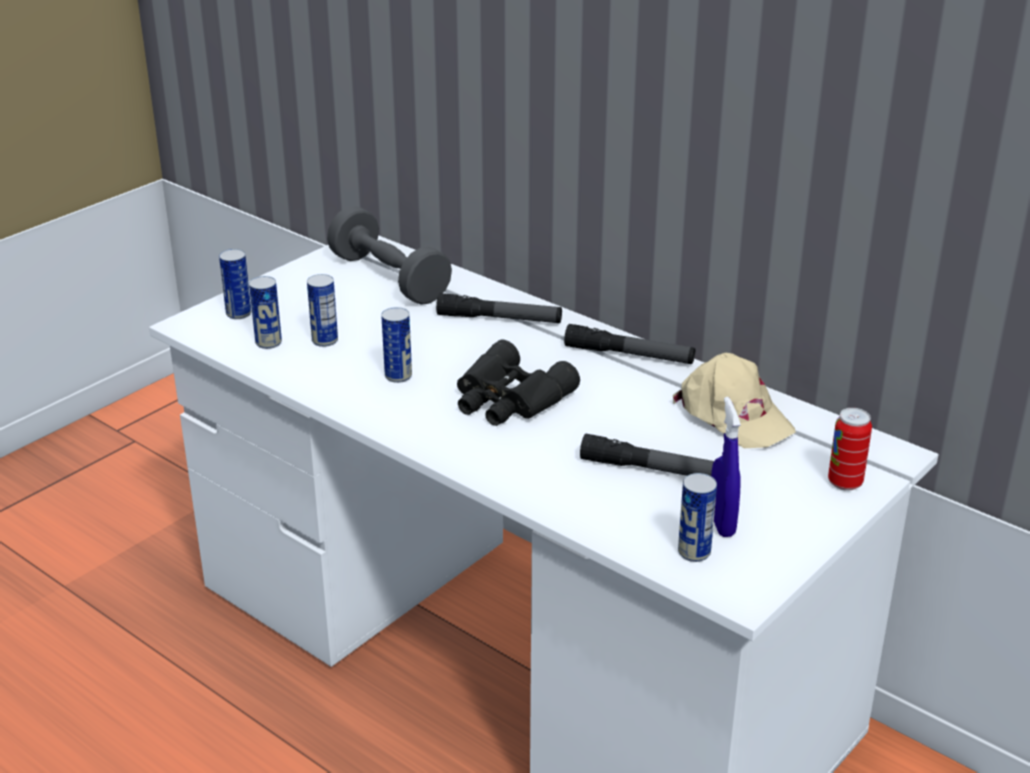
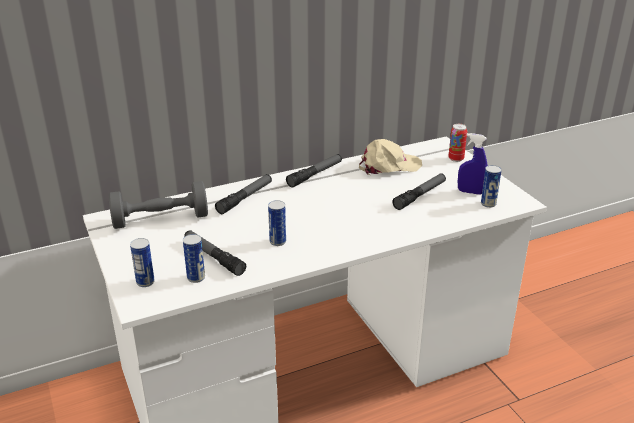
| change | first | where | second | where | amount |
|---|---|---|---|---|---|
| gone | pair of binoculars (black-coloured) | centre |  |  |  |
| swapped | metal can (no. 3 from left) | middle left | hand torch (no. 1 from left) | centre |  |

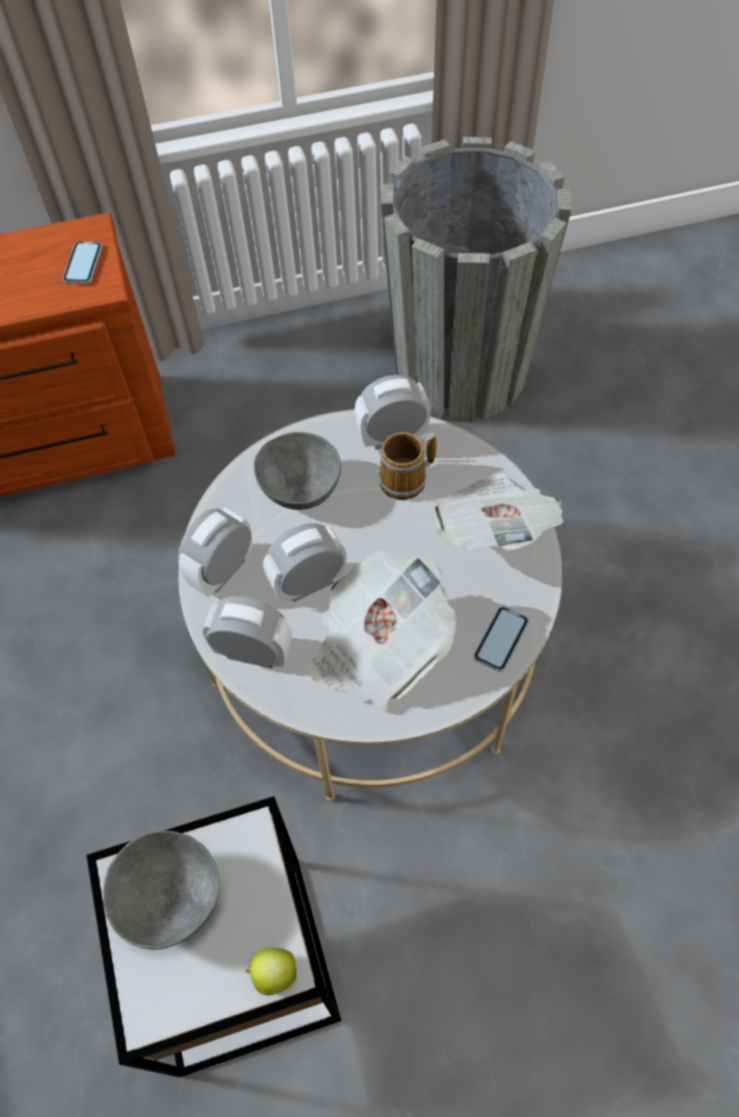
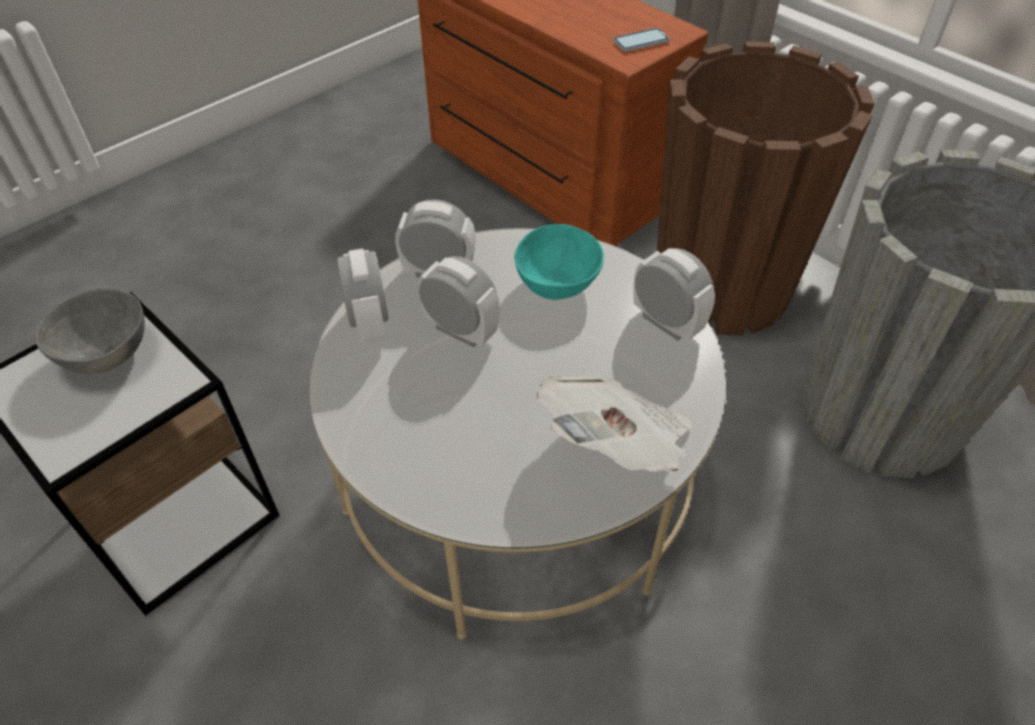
| change | first | where | second | where | amount |
|---|---|---|---|---|---|
| gone | apple fruit | bottom centre |  |  |  |
| gone | daily paper (no. 1 from left) | centre |  |  |  |
| gone | tea mug | centre |  |  |  |
| gone | telephone (no. 2 from left) | middle right |  |  |  |
| new |  |  | flower pot (brown) | top right |  |
| repainted | bowl (greyish) (no. 2 from left) | centre | bowl (turquoise-coloured) | centre |  |

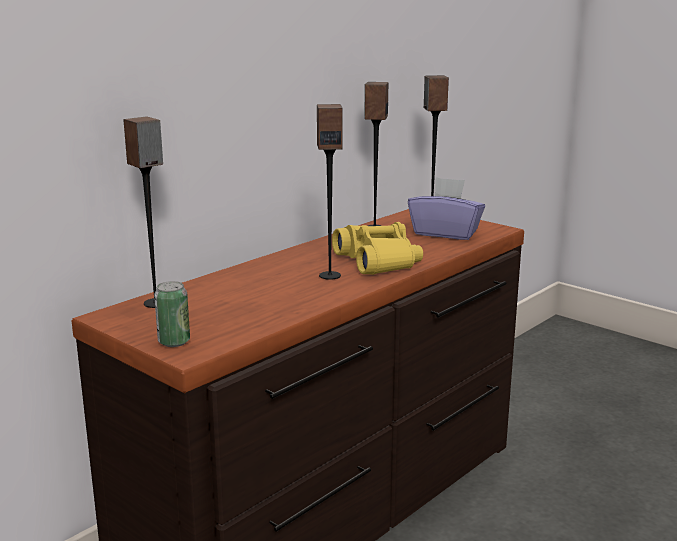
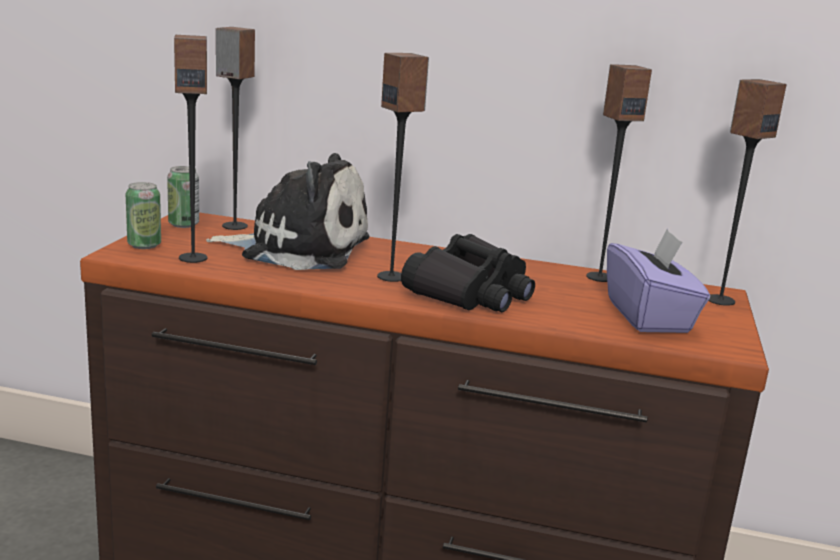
| change | first | where | second | where | amount |
|---|---|---|---|---|---|
| new |  |  | metal can (no. 2 from left) | middle left |  |
| new |  |  | loudspeaker (no. 1 from left) | top left |  |
| new |  |  | soft toy | centre |  |
| repainted | pair of binoculars (yellow) | centre | pair of binoculars (black-coloured) | centre |  |

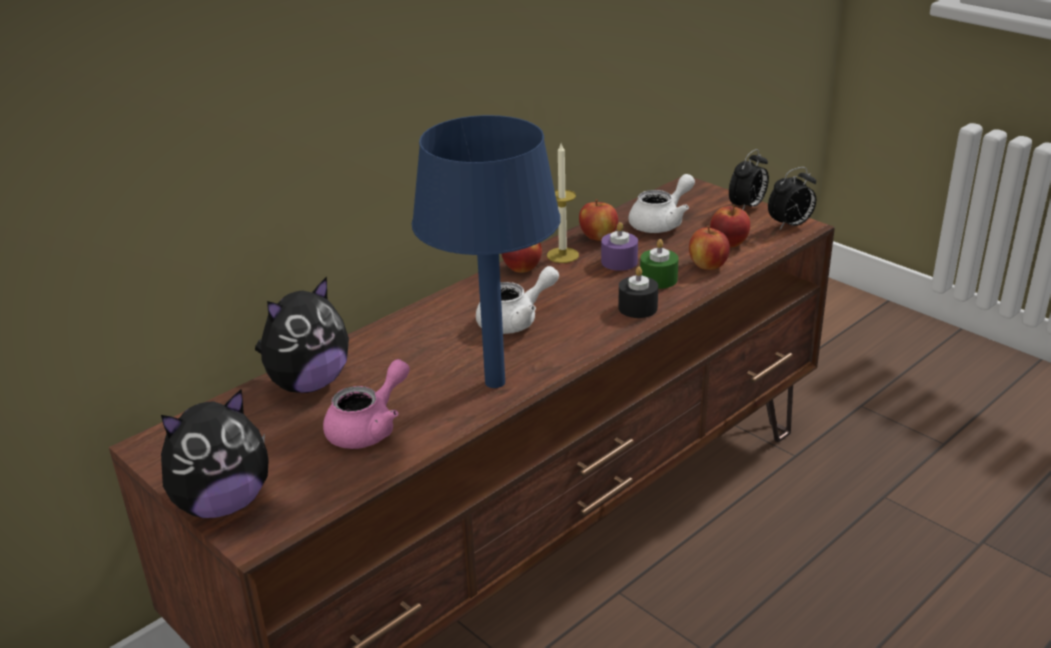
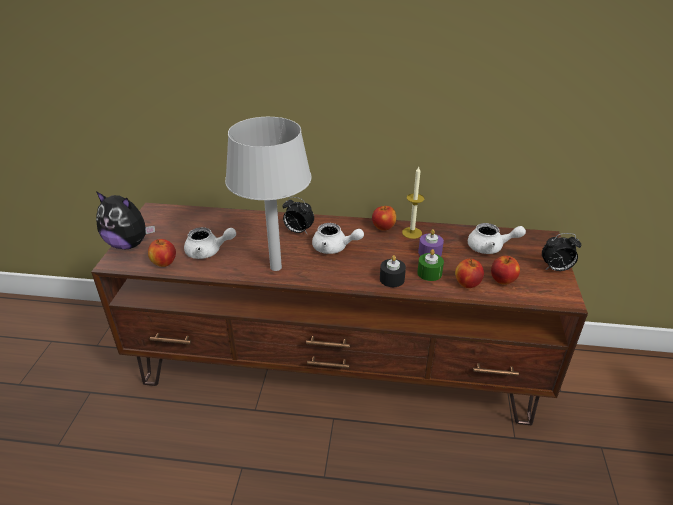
| change | first | where | second | where | amount |
|---|---|---|---|---|---|
| gone | soft toy (no. 2 from left) | middle left |  |  |  |
| shifted | apple fruit (no. 2 from left in the first image) | centre | apple fruit (no. 1 from left) | middle left |  |
| shifted | bedside clock (no. 2 from left in the first image) | top right | bedside clock (no. 1 from left) | centre |  |
| repainted | tea pot (pink-coloured) | centre | tea pot (white) (no. 1 from left) | middle left |  |
| repainted | lamp for a table (bluish) | centre | lamp for a table (greyish) | centre |  |

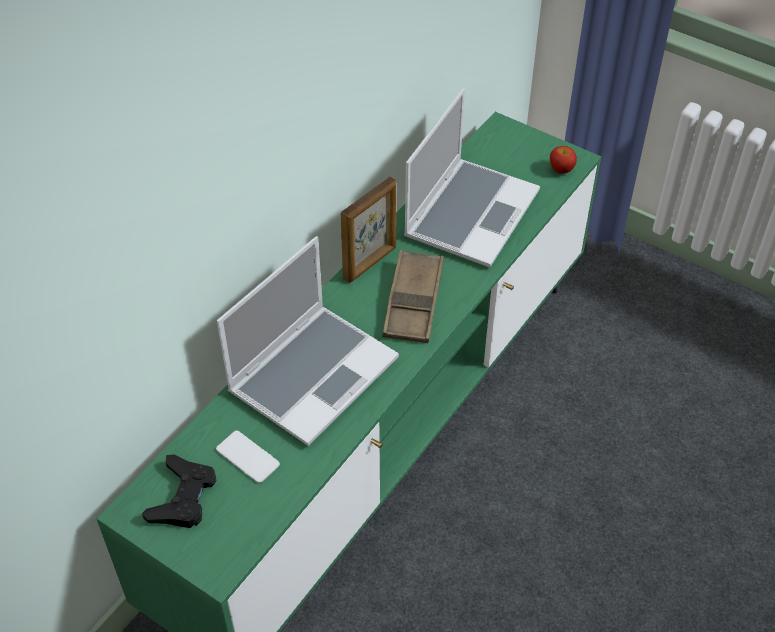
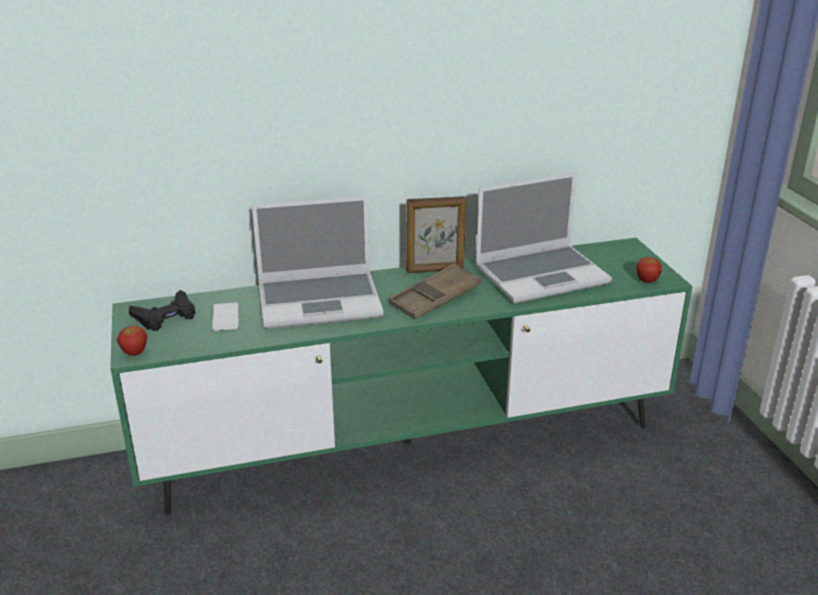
| change | first | where | second | where | amount |
|---|---|---|---|---|---|
| new |  |  | apple fruit (no. 1 from left) | middle left |  |

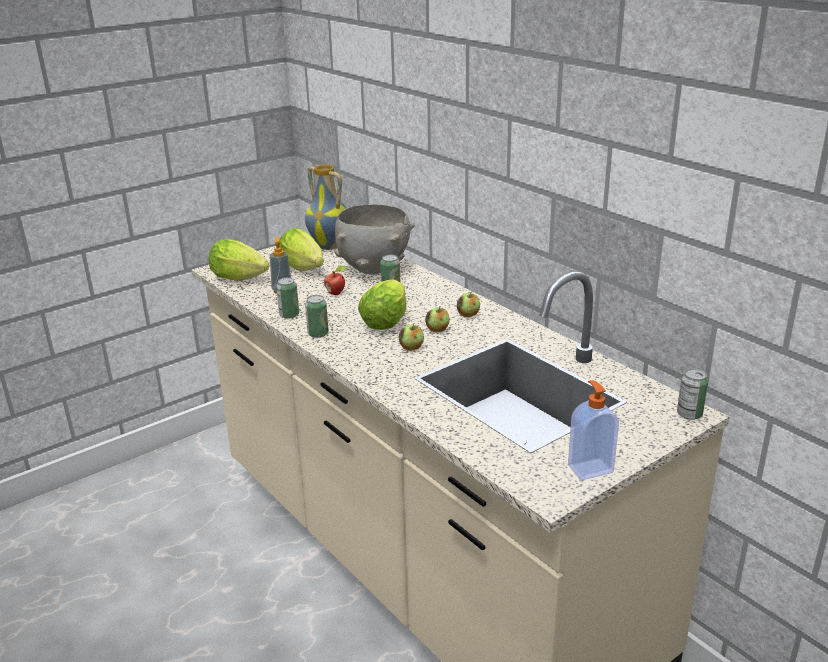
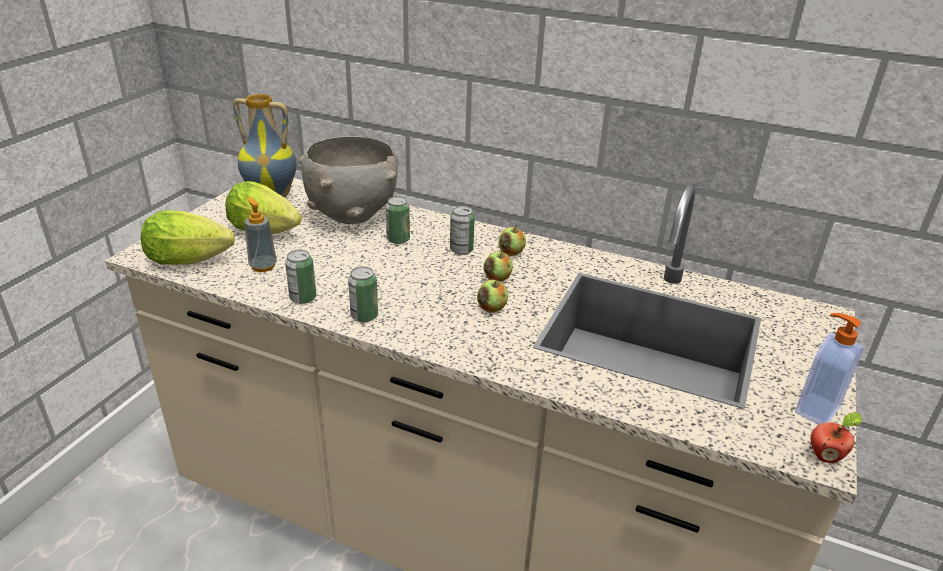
| change | first | where | second | where | amount |
|---|---|---|---|---|---|
| gone | lettuce (no. 3 from left) | centre |  |  |  |
| shifted | apple fruit (no. 1 from left in the first image) | centre | apple fruit (no. 4 from left) | bottom right |  |
| shifted | metal can (no. 4 from left) | middle right |  | centre |  |

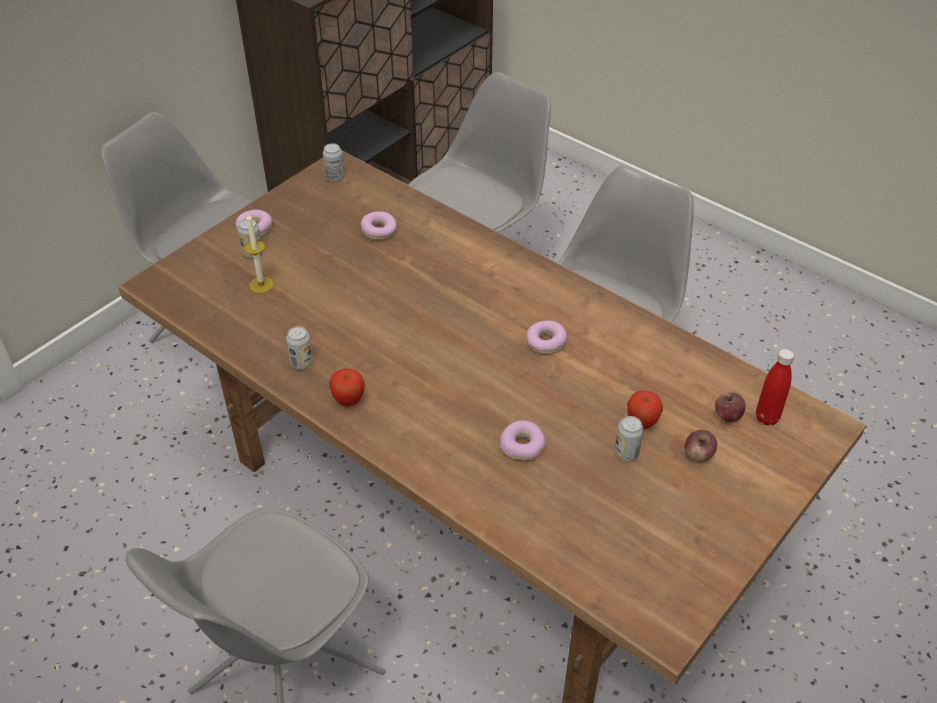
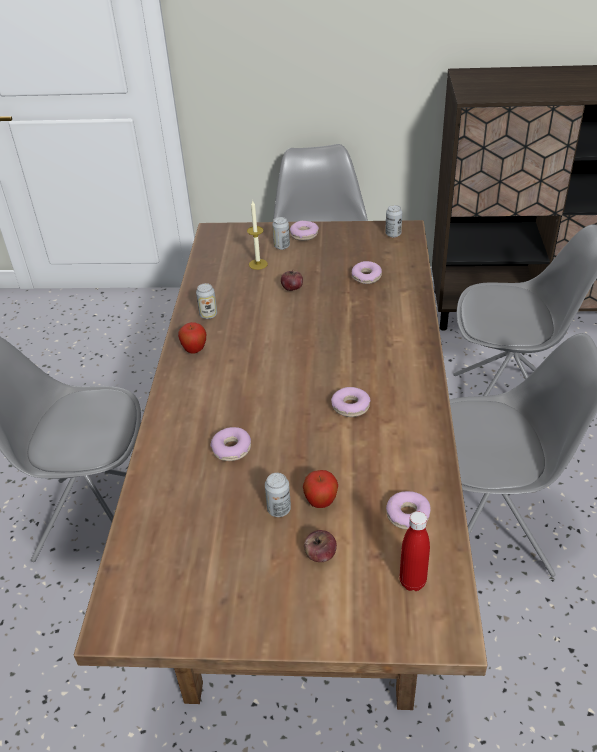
| change | first | where | second | where | amount |
|---|---|---|---|---|---|
| new |  |  | ring doughnut (no. 5 from left) | bottom right |  |
| shifted | apple fruit (no. 4 from left in the first image) | middle right | apple fruit (no. 2 from left) | centre |  |

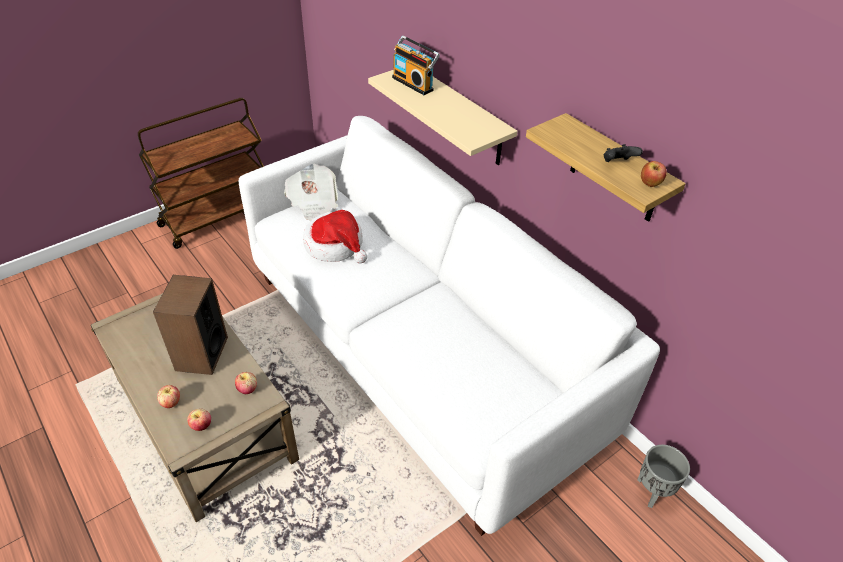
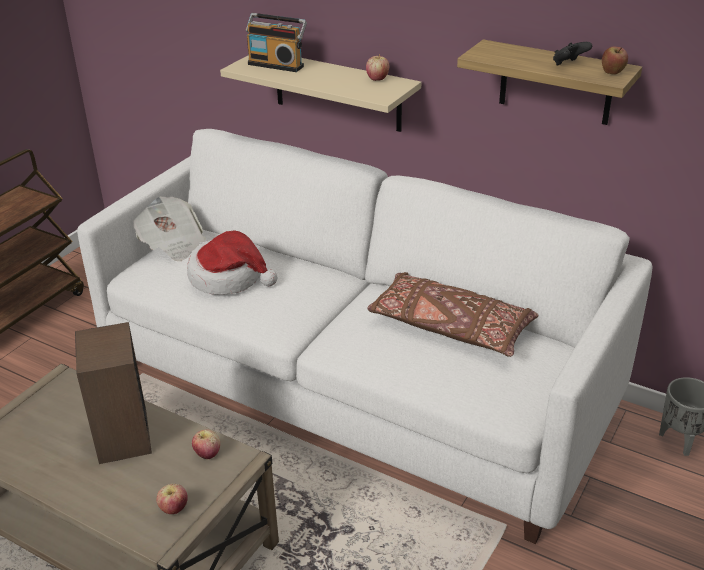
| change | first | where | second | where | amount |
|---|---|---|---|---|---|
| new |  |  | throw pillow (brown) | centre |  |
| shifted | apple fruit (no. 1 from left in the first image) | bottom left | apple fruit (no. 3 from left) | top centre |  |

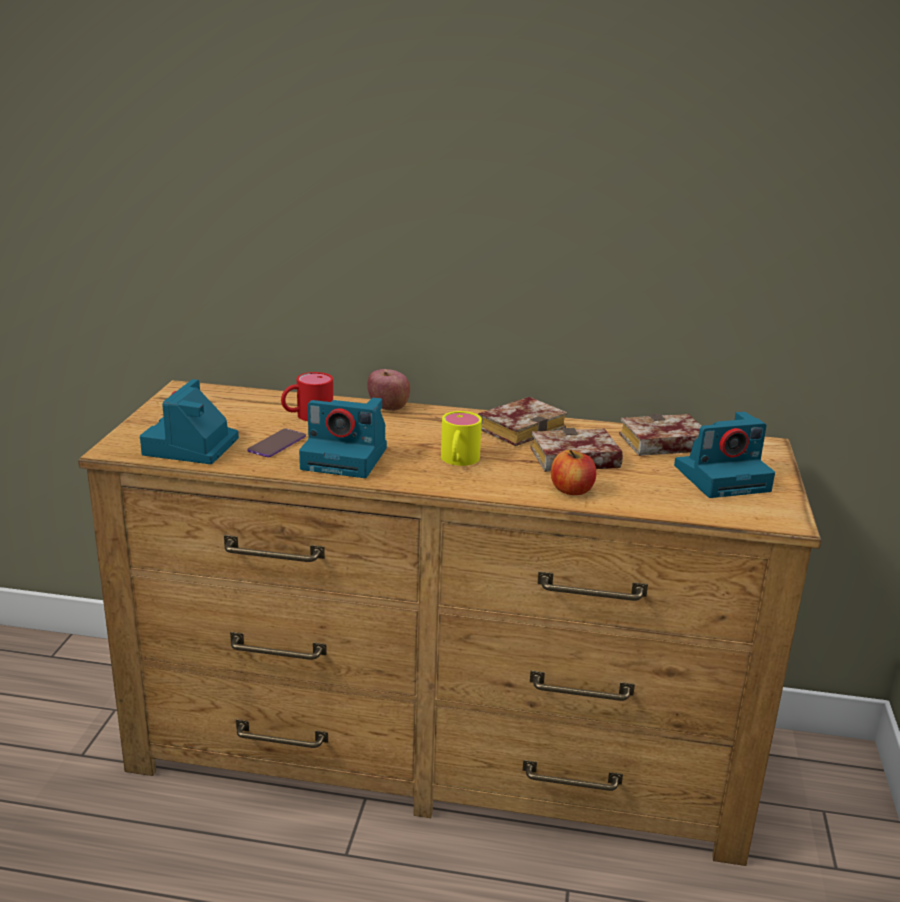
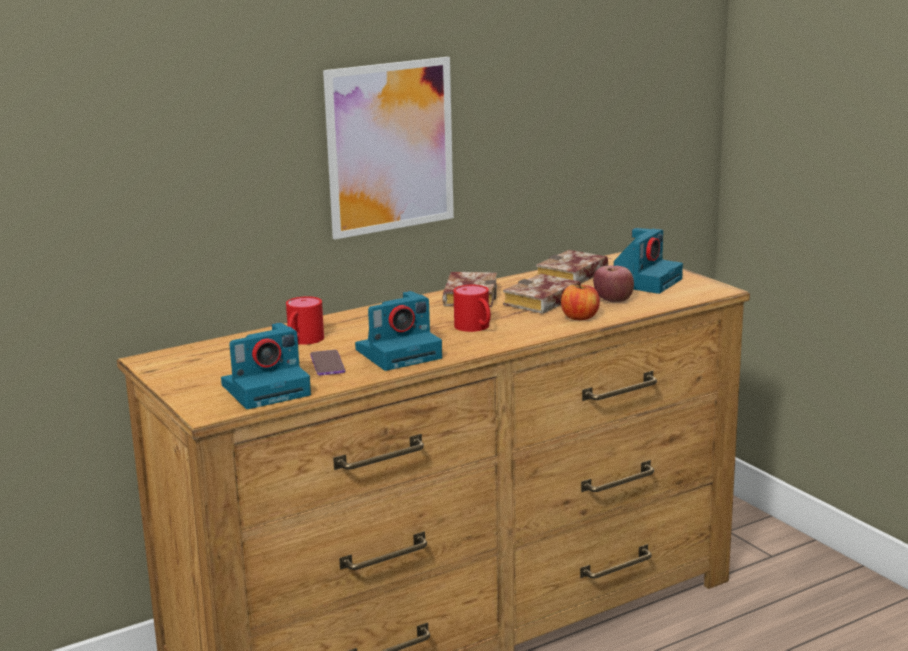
| change | first | where | second | where | amount |
|---|---|---|---|---|---|
| new |  |  | picture | top centre |  |
| shifted | apple fruit (no. 1 from left in the first image) | centre | apple fruit (no. 2 from left) | middle right |  |
| repainted | tea mug (yellow) | centre | tea mug (red-coloured) (no. 2 from left) | centre |  |
| rotated | still camera (no. 1 from left) | middle left |  | middle left | 90 degrees counterclockwise |

